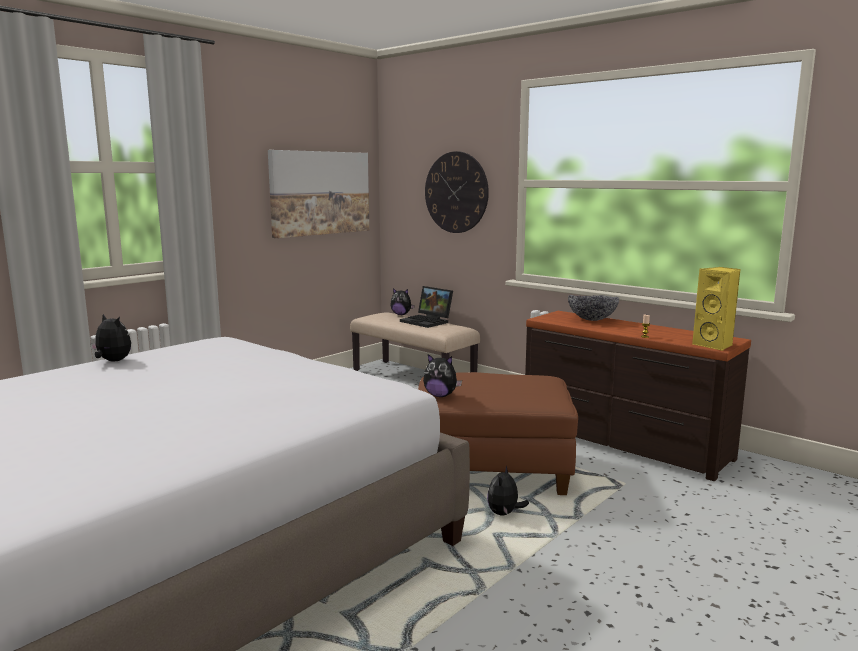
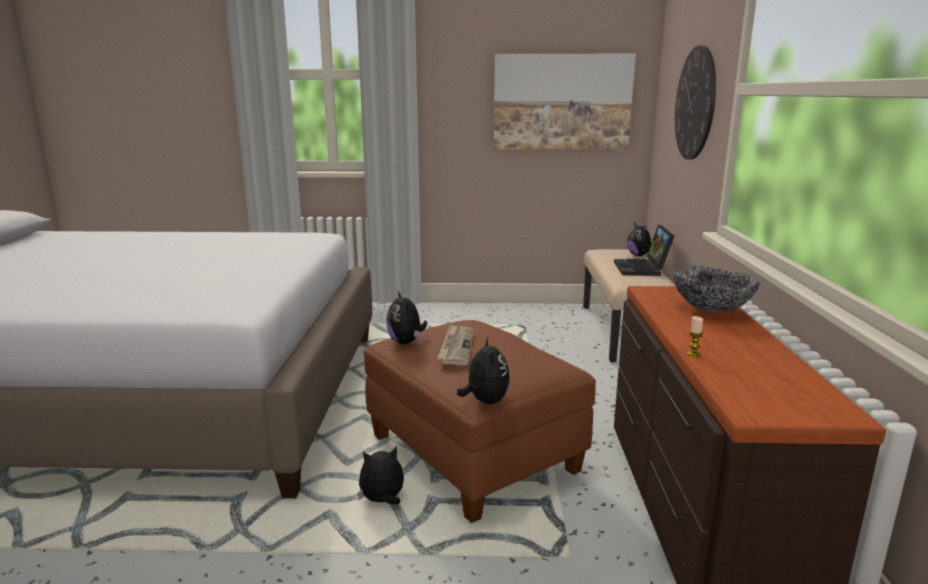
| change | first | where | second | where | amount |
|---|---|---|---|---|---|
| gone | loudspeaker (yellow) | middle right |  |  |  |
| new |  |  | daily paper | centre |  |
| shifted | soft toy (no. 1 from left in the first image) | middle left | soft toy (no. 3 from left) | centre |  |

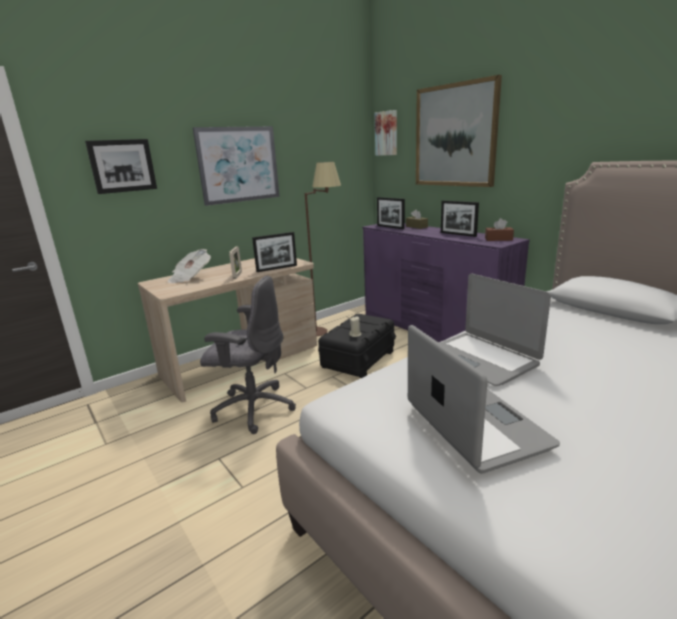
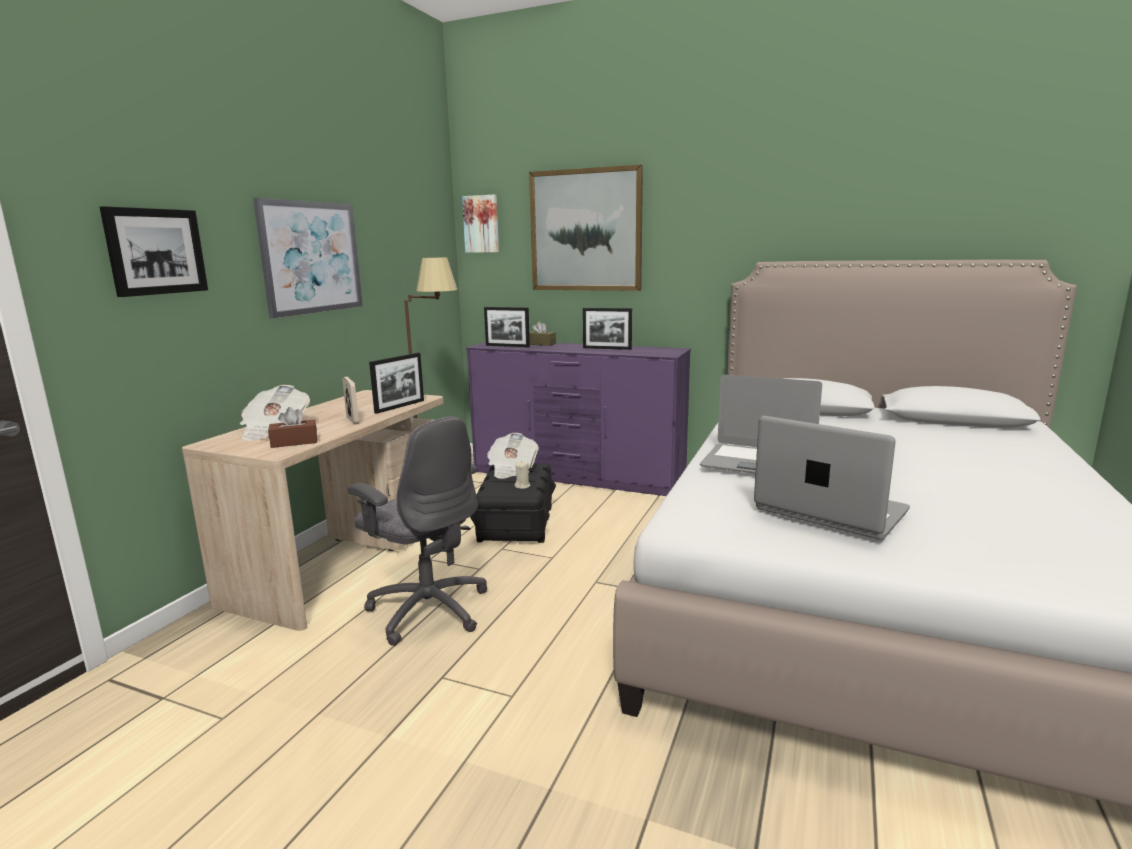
| change | first | where | second | where | amount |
|---|---|---|---|---|---|
| new |  |  | daily paper (no. 2 from left) | centre |  |
| shifted | box of tissues (brown) (no. 2 from left in the first image) | middle right | box of tissues (brown) (no. 1 from left) | middle left |  |
| rotated | computer chair (greyish) | centre |  | centre | 60 degrees clockwise |

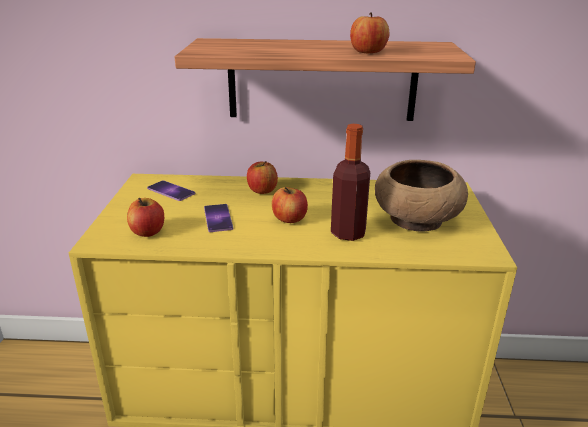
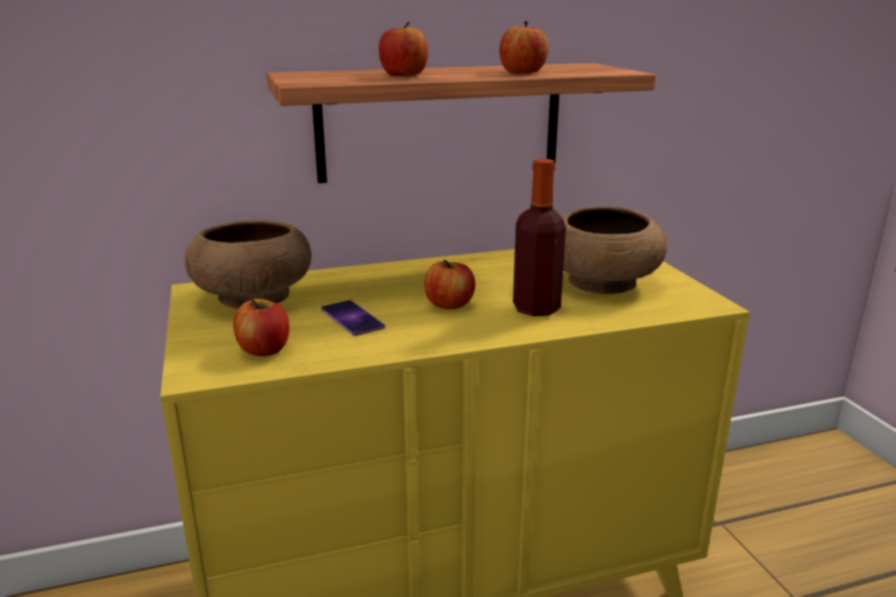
| change | first | where | second | where | amount |
|---|---|---|---|---|---|
| shifted | apple fruit (no. 2 from left) | centre |  | top centre |  |
| swapped | telephone (no. 1 from left) | middle left | bowl (brown) (no. 1 from left) | middle left |  |

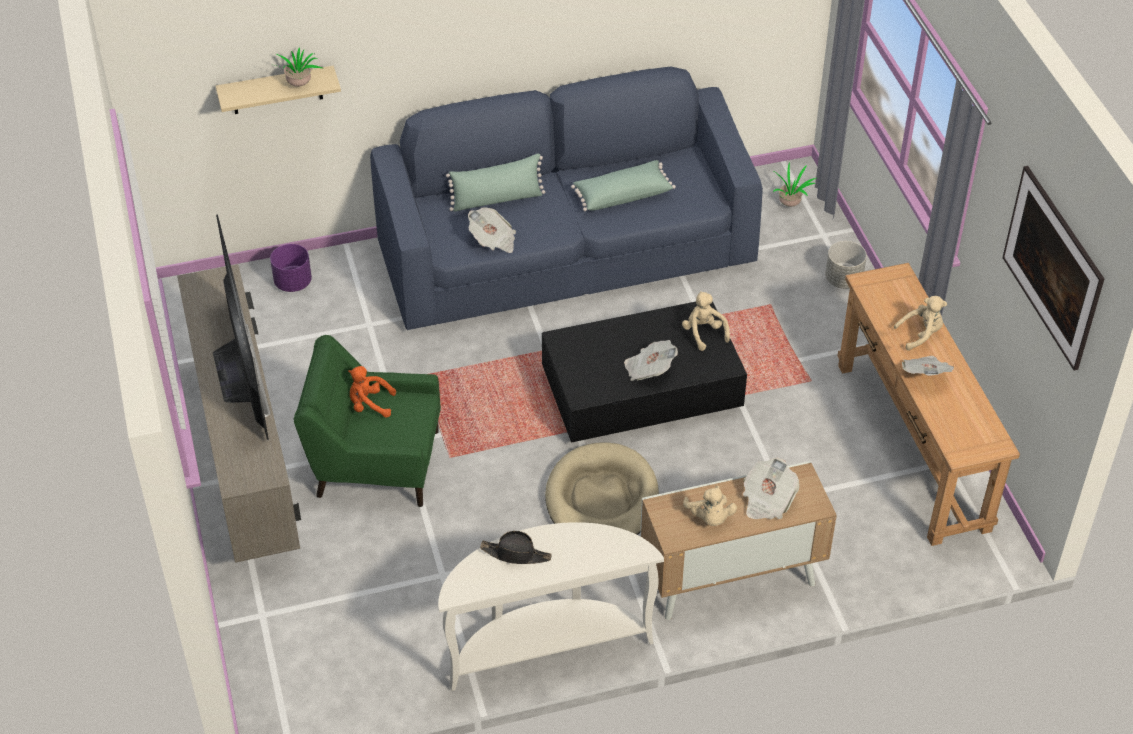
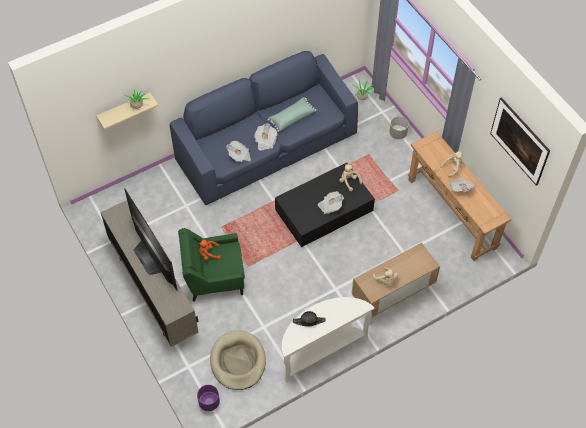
| change | first | where | second | where | amount |
|---|---|---|---|---|---|
| gone | throw pillow (green) (no. 1 from left) | top centre |  |  |  |
| shifted | flower pot (purple-coloured) | middle left |  | bottom centre |  |
| shifted | pet bed (beige-coloured) | centre |  | bottom centre |  |
| shifted | daily paper (no. 3 from left in the first image) | middle right | daily paper (no. 2 from left) | top centre |  |

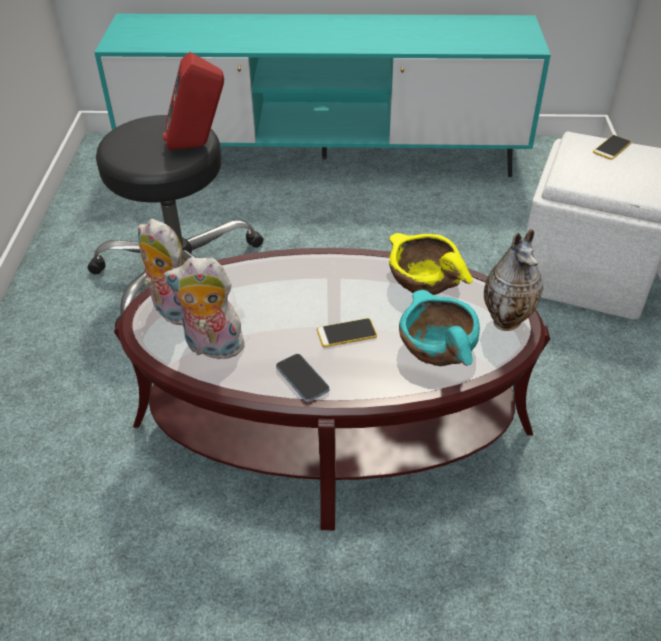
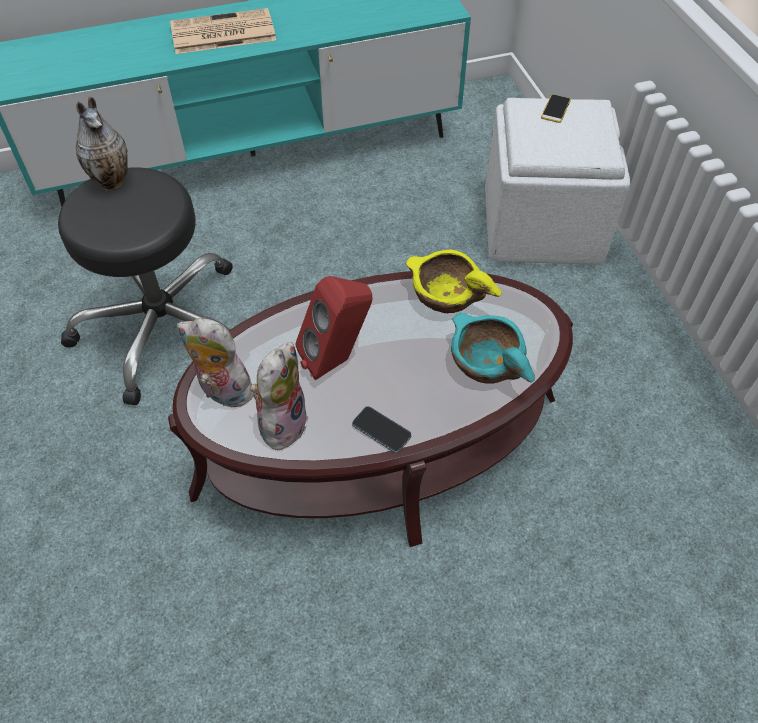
| change | first | where | second | where | amount |
|---|---|---|---|---|---|
| gone | telephone (no. 2 from left) | centre |  |  |  |
| new |  |  | daily paper | top left |  |
| shifted | loudspeaker (red-coloured) | top left |  | centre |  |
| shifted | vase | middle right |  | top left |  |
| rotated | soft toy (no. 2 from left) | middle left |  | centre | 120 degrees clockwise |

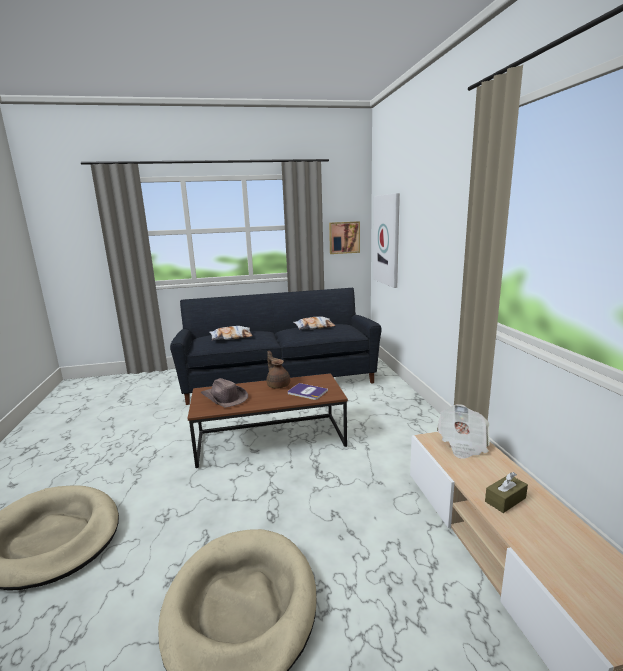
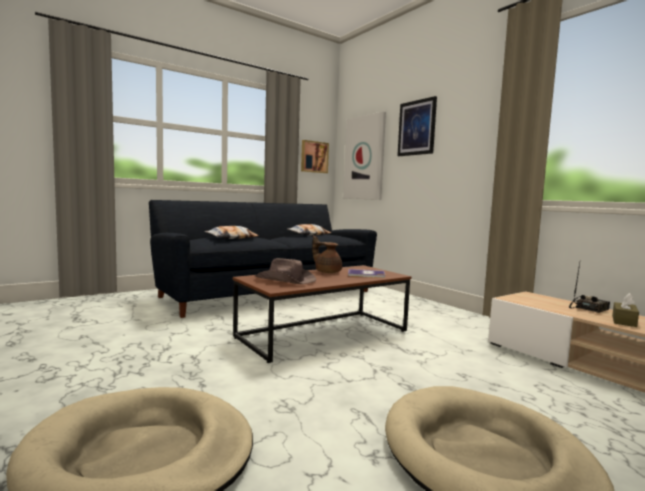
| change | first | where | second | where | amount |
|---|---|---|---|---|---|
| gone | daily paper | middle right |  |  |  |
| new |  |  | picture (no. 3 from left) | top centre |  |
| new |  |  | radio | middle right |  |

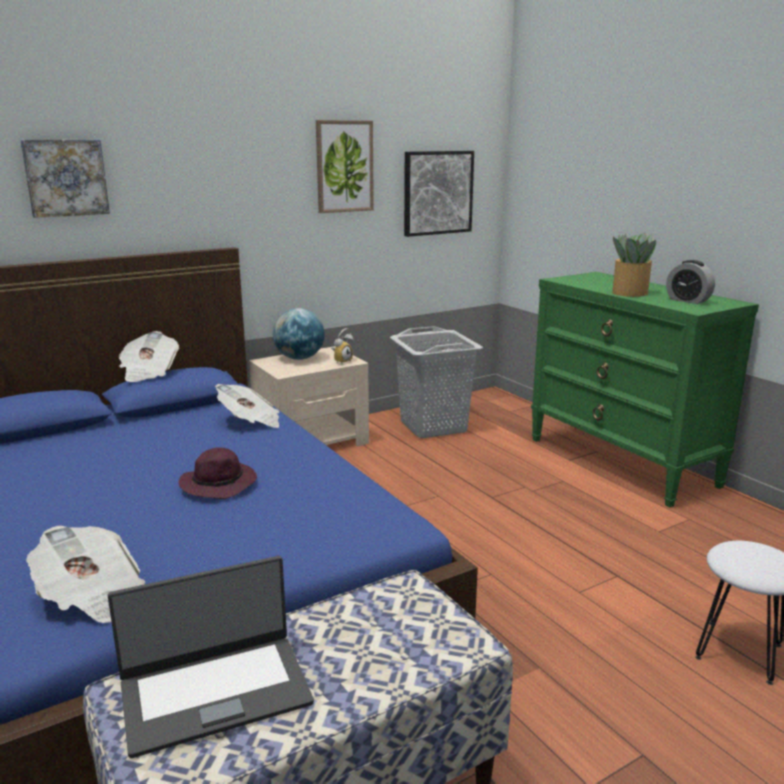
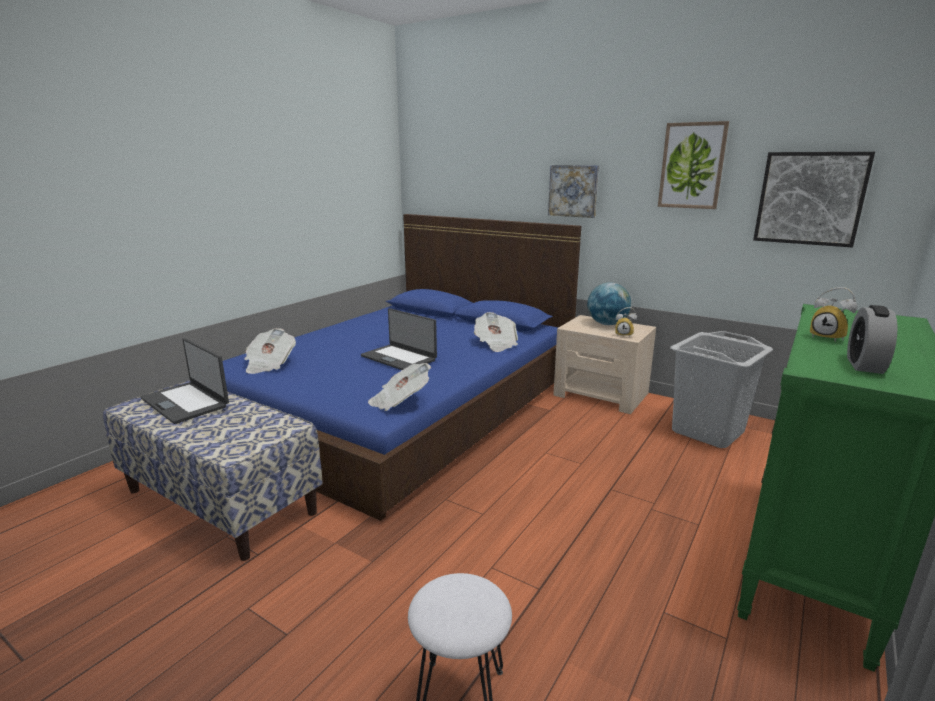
| change | first | where | second | where | amount |
|---|---|---|---|---|---|
| shifted | picture (no. 1 from left) | top left |  | top centre |  |
| shifted | daily paper (no. 2 from left) | middle left |  | centre |  |
| swapped | hat (purple-coloured) | middle left | portable computer (no. 2 from left) | centre |  |
| swapped | houseplant | middle right | bedside clock (no. 2 from left) | middle right |  |

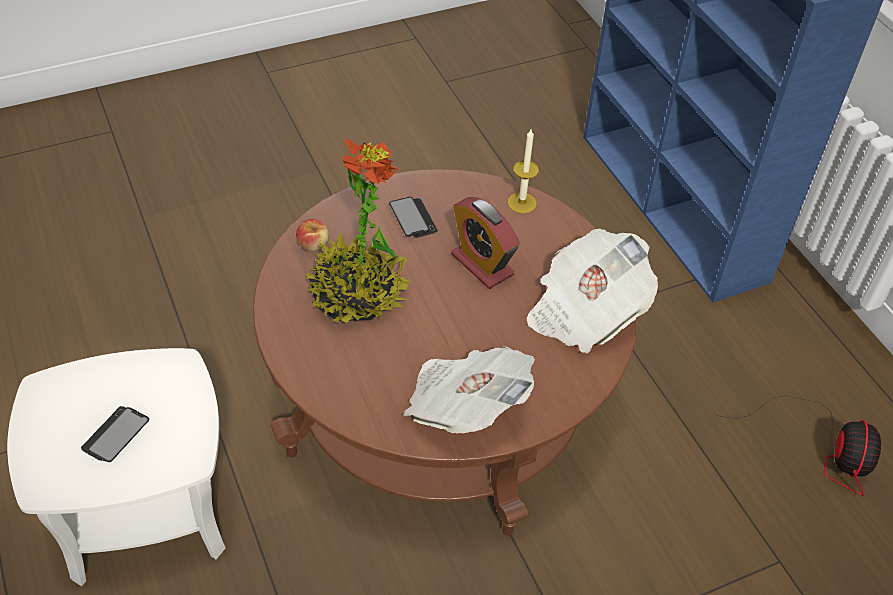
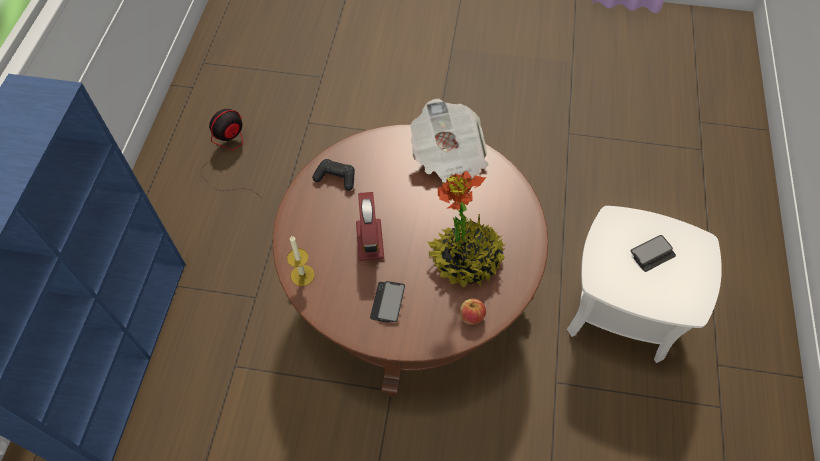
| change | first | where | second | where | amount |
|---|---|---|---|---|---|
| swapped | daily paper (no. 2 from left) | centre | game controller (black-coloured) | centre |  |

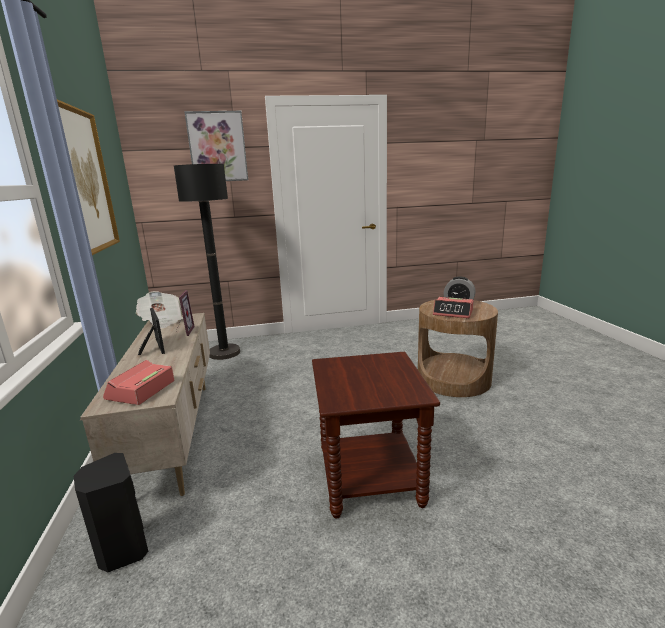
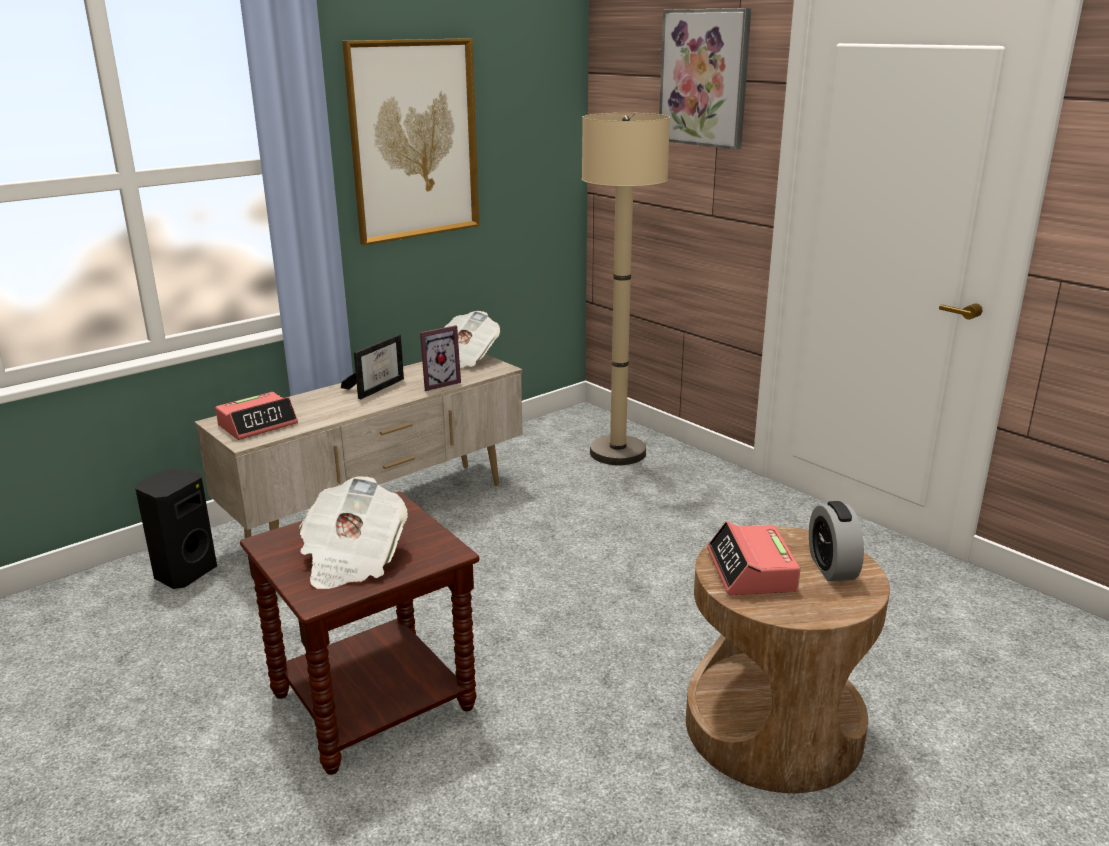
| change | first | where | second | where | amount |
|---|---|---|---|---|---|
| new |  |  | daily paper (no. 1 from left) | middle left |  |
| repainted | standing lamp (black-coloured) | middle left | standing lamp (beige-coloured) | centre |  |
| rotated | bedside clock (no. 1 from left) | middle left |  | middle left | 150 degrees clockwise |

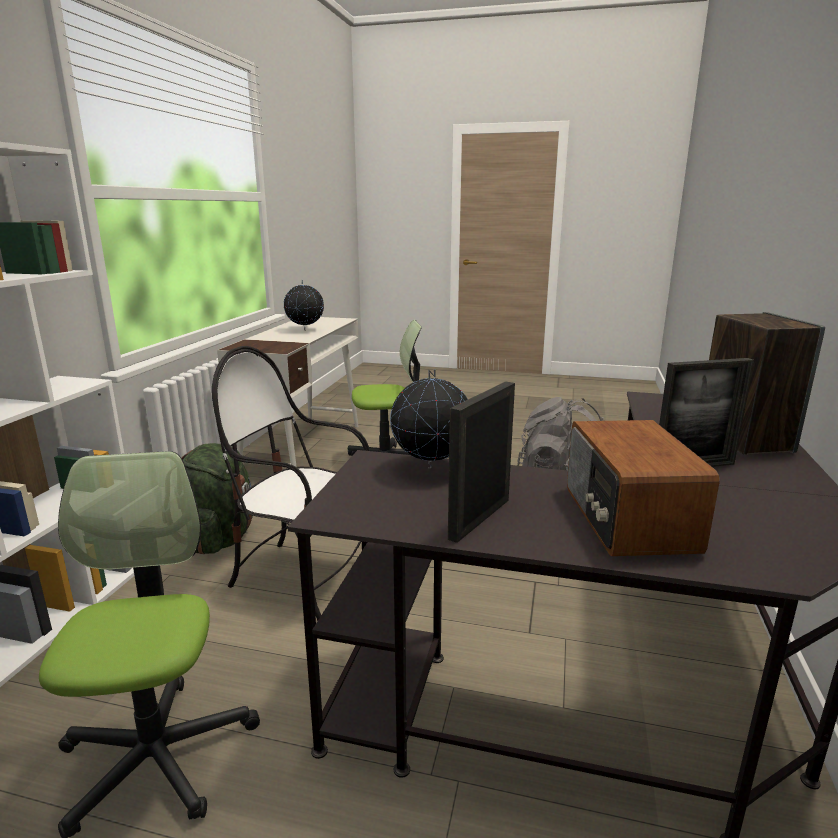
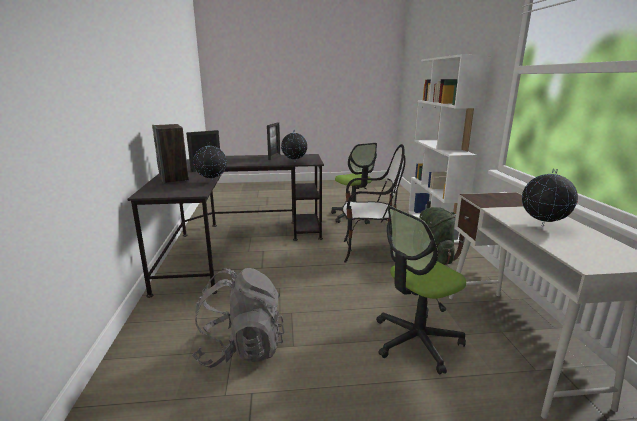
| change | first | where | second | where | amount |
|---|---|---|---|---|---|
| gone | radio | middle right |  |  |  |
| new |  |  | globe (no. 1 from left) | middle left |  |

